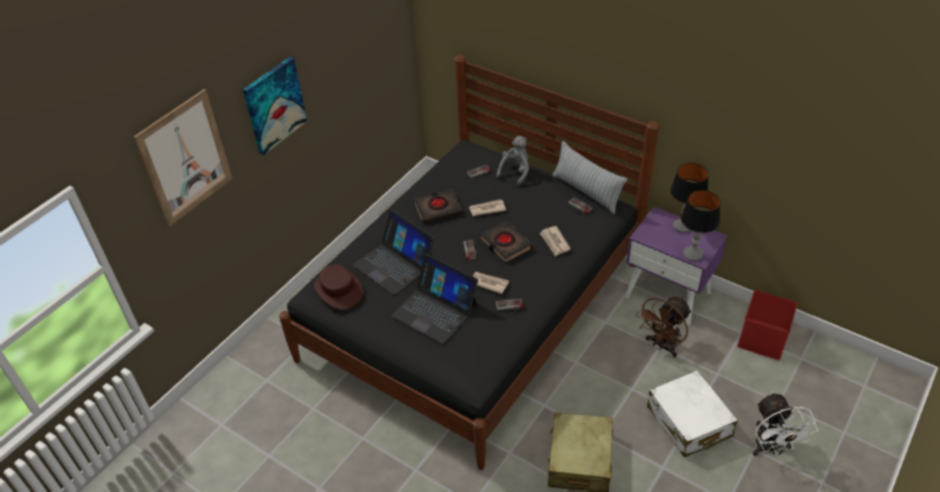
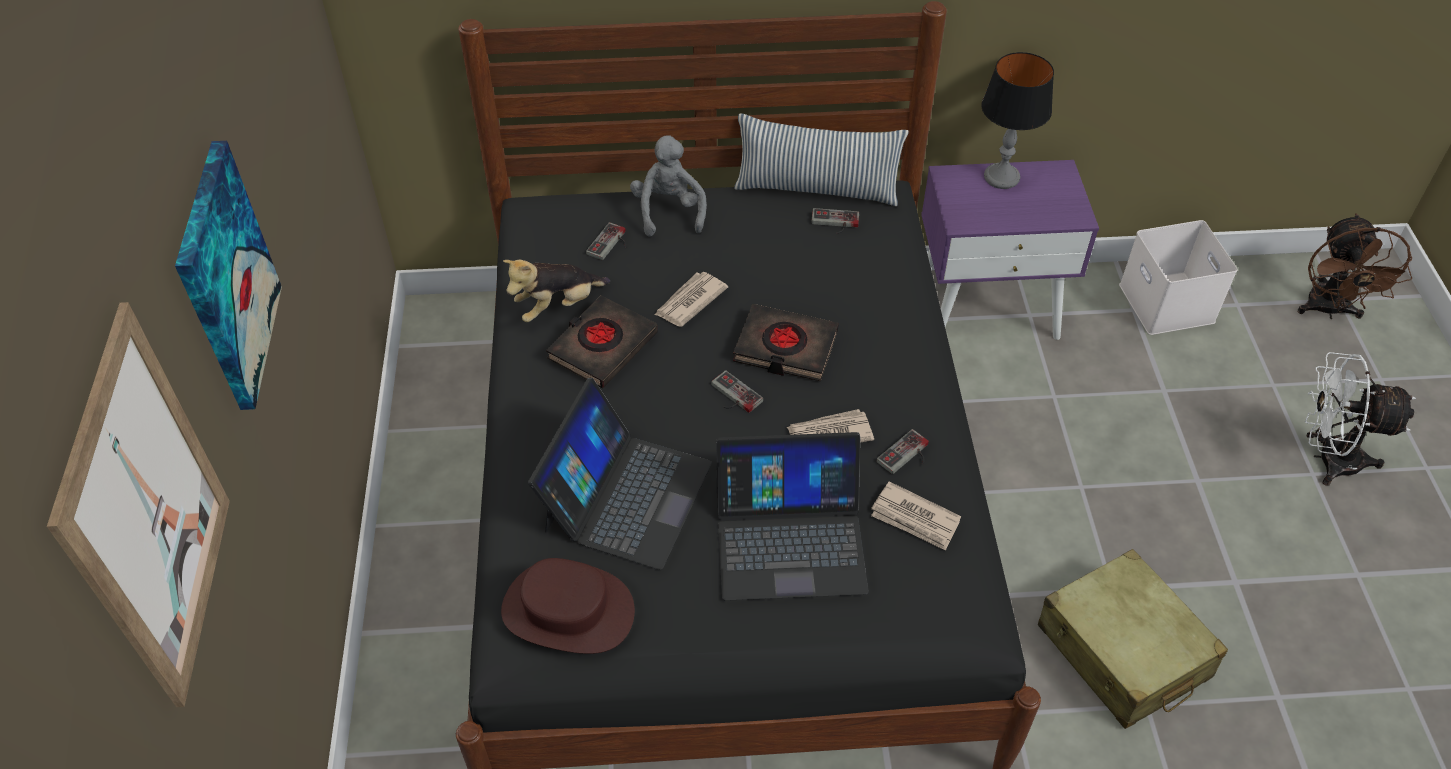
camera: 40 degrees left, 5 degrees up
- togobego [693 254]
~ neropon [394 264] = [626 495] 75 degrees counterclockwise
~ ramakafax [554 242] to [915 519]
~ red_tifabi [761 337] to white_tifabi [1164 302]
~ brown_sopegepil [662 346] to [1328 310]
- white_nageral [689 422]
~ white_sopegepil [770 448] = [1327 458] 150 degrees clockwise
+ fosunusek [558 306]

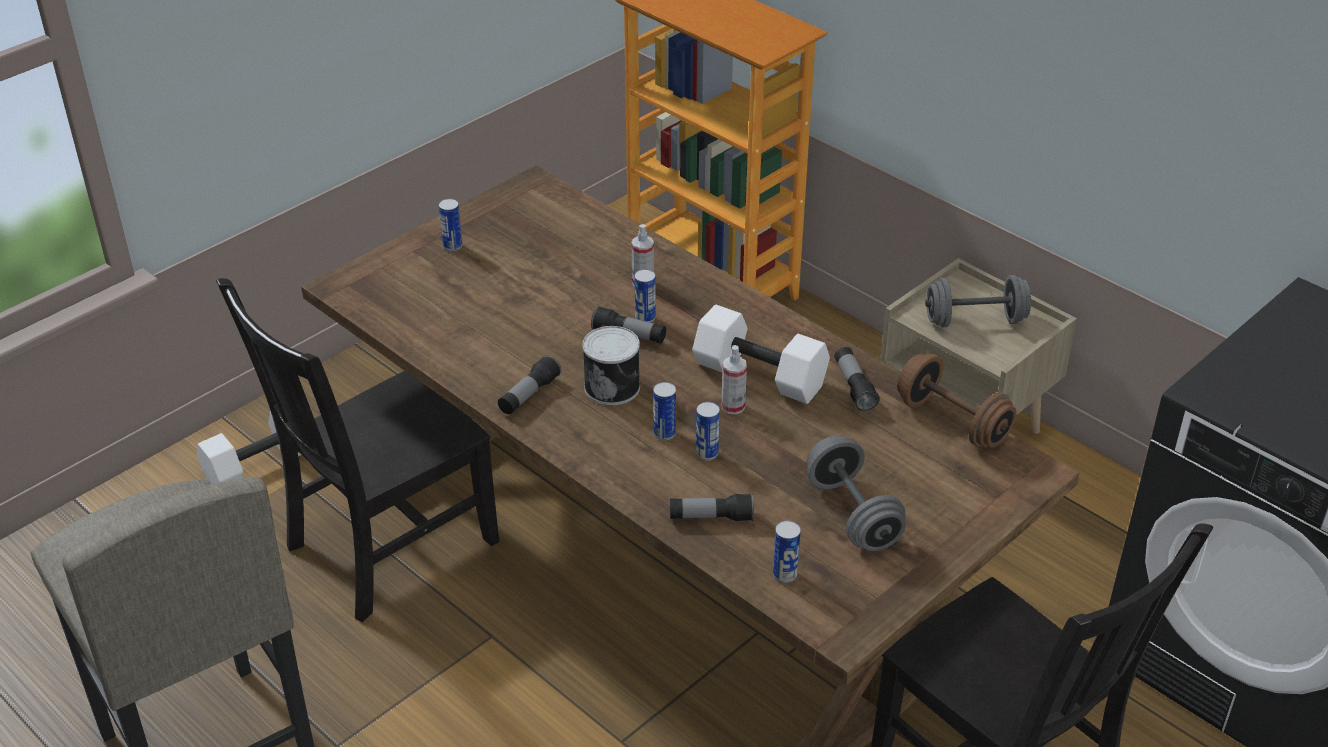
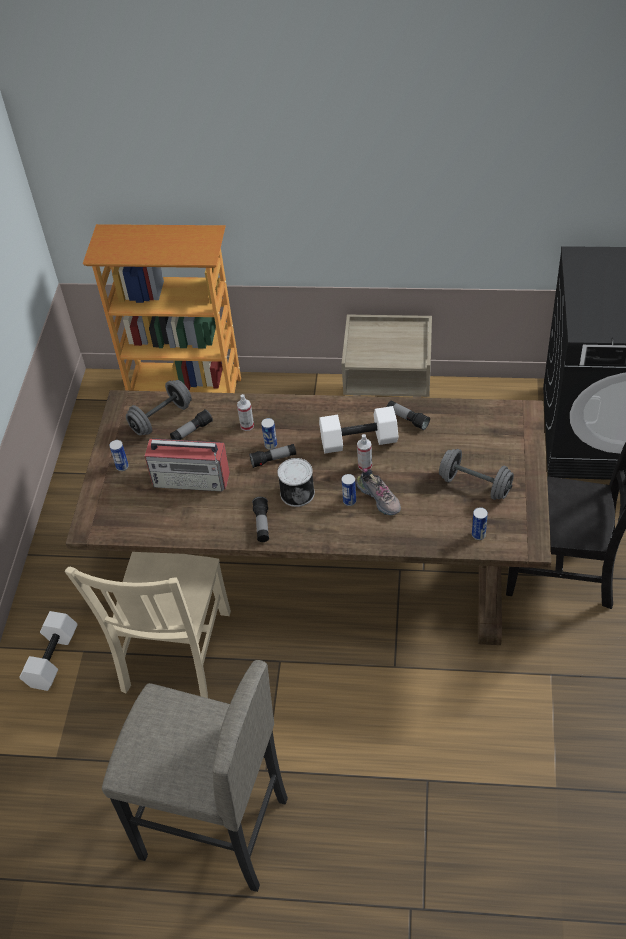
camera: 35 degrees left, 10 degrees up
~ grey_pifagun [975 320] to [161 418]
~ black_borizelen [386 547] to beige_borizelen [175 654]
- brown_pifagun [952 421]
~ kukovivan [707 454] to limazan [380 498]
~ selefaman [711 517] to [191 431]
+ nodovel [192 479]

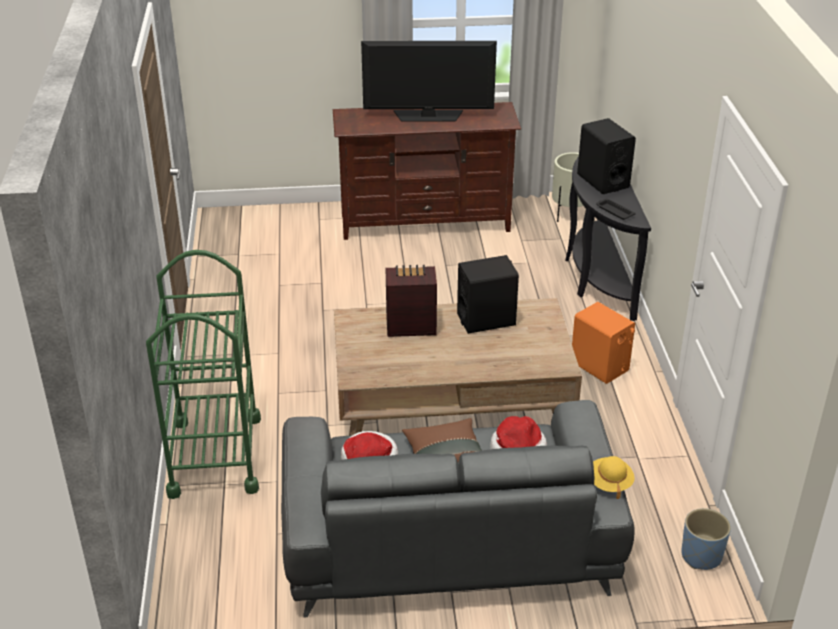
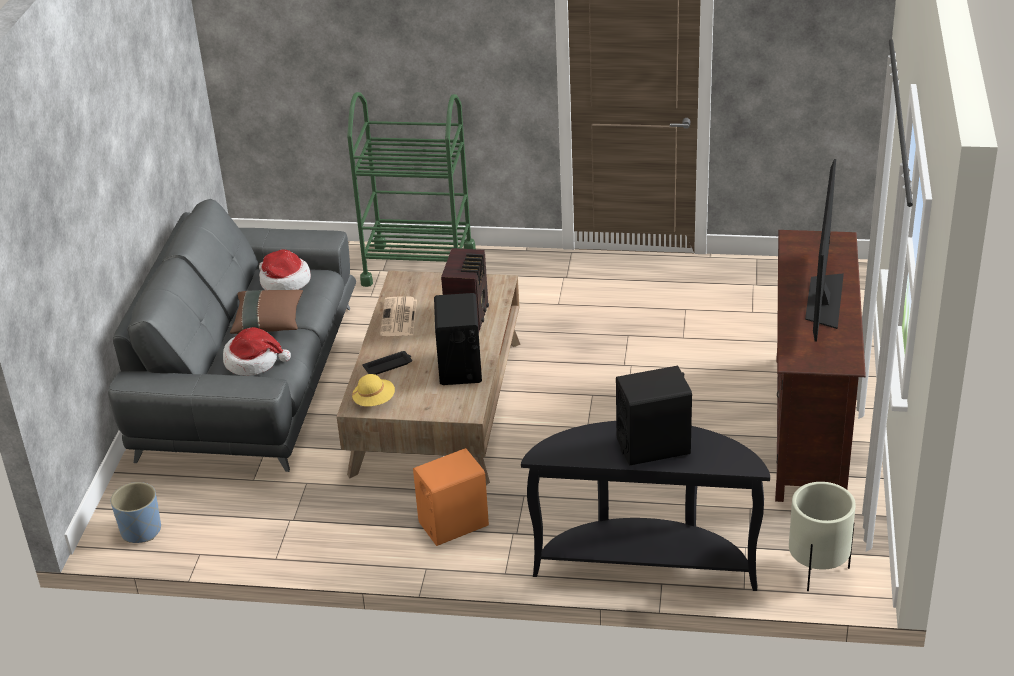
camera: 105 degrees right, 0 degrees up
~ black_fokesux [614 211] to [388 366]
~ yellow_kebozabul [609 483] to [374 401]
+ ramakafax [399 318]

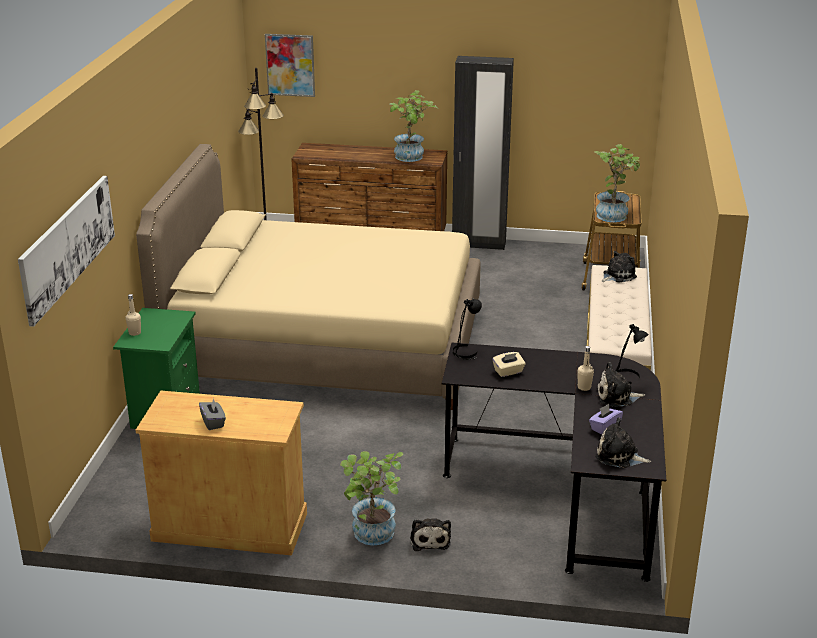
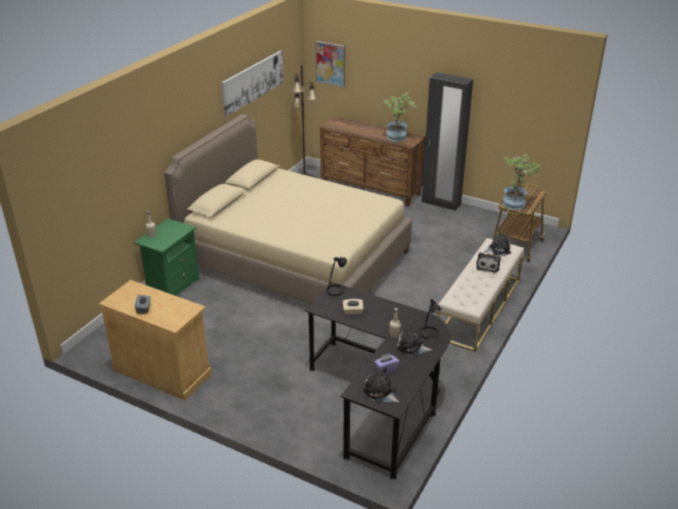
camera: 20 degrees right, 5 degrees up
~ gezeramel [68 246] to [253 82]
- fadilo [372 536]
~ fosunusek [430 539] to [488 266]

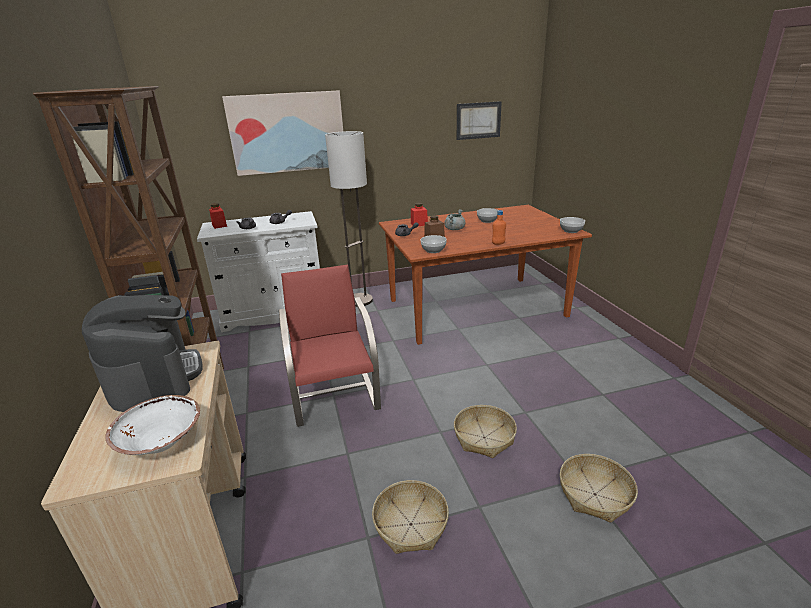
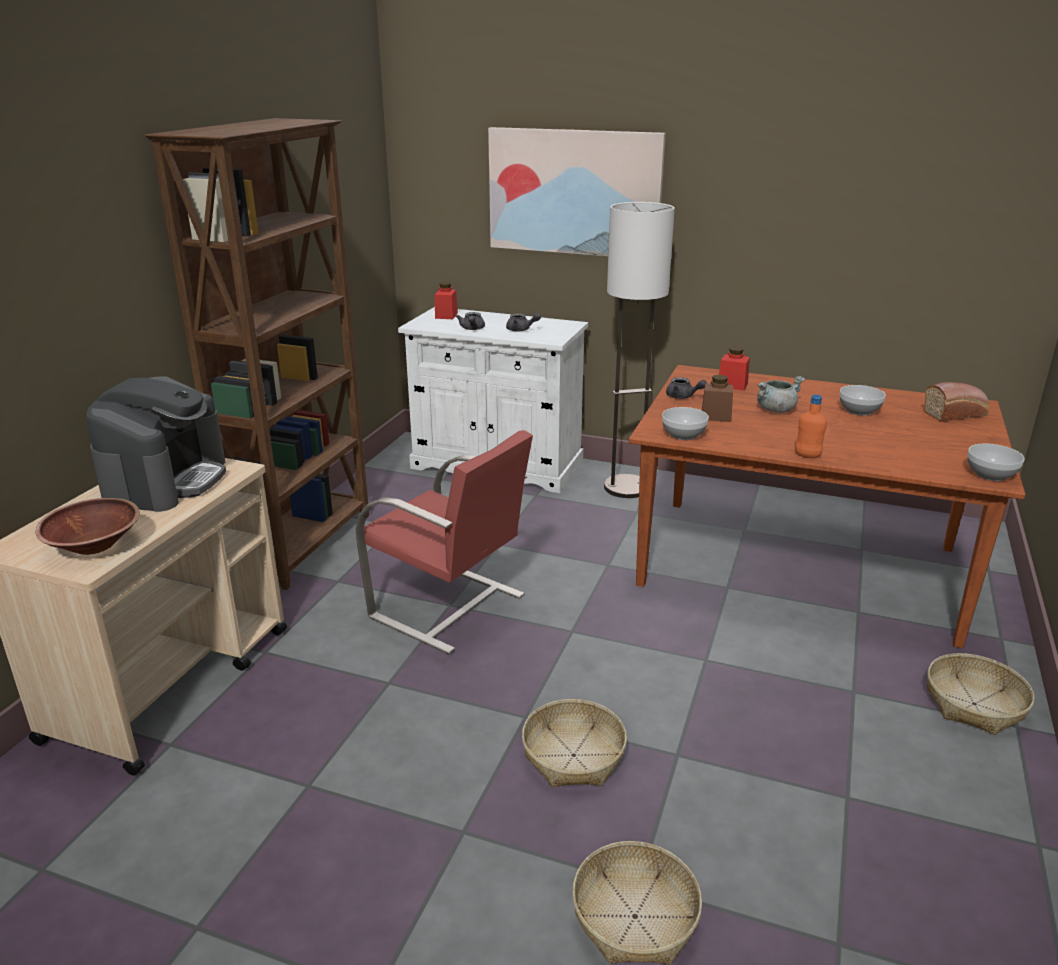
camera: 35 degrees right, 0 degrees up
- gezeramel [478 120]
~ red_borizelen [335 396] = [449 607] 105 degrees clockwise
~ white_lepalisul [161 441] to brown_lepalisul [94 545]
~ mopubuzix [411 524] to [974 704]
+ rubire [956 414]

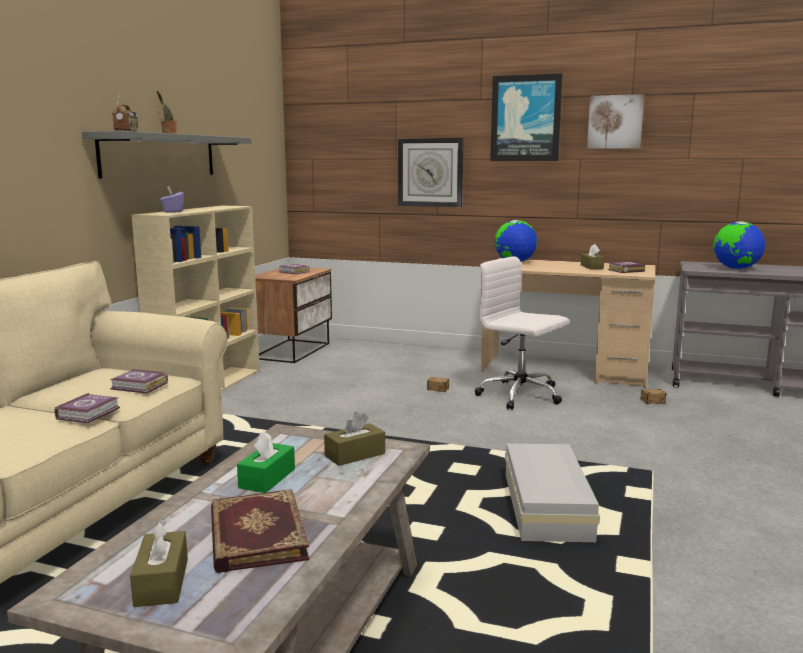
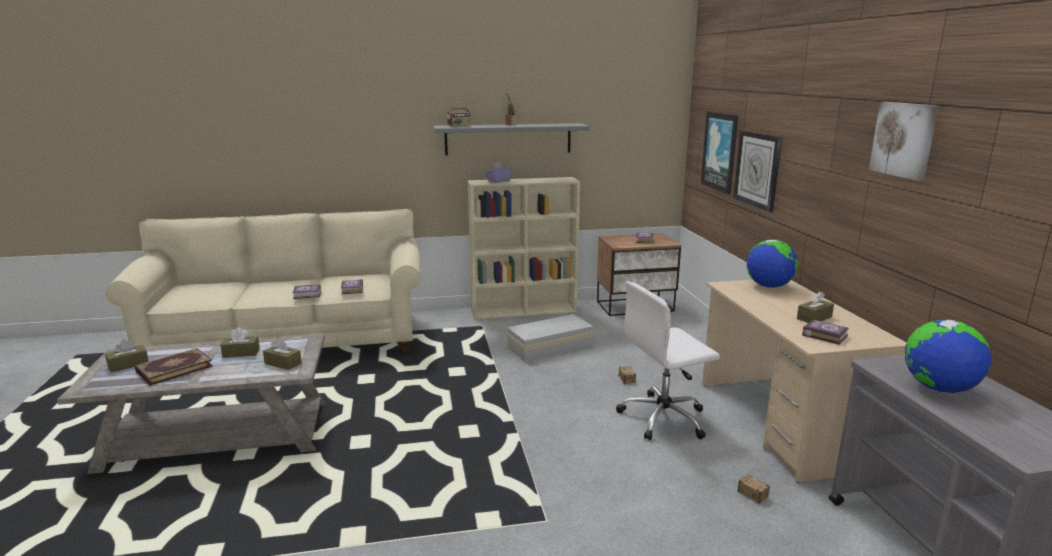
camera: 60 degrees right, 5 degrees up
~ gezeramel [525 118] to [720 151]
~ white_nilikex [521 395] = [664 418] 120 degrees counterclockwise
~ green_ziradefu [267 478] to brown_ziradefu [241 353]
~ white_tifabi [545 508] to [548 346]

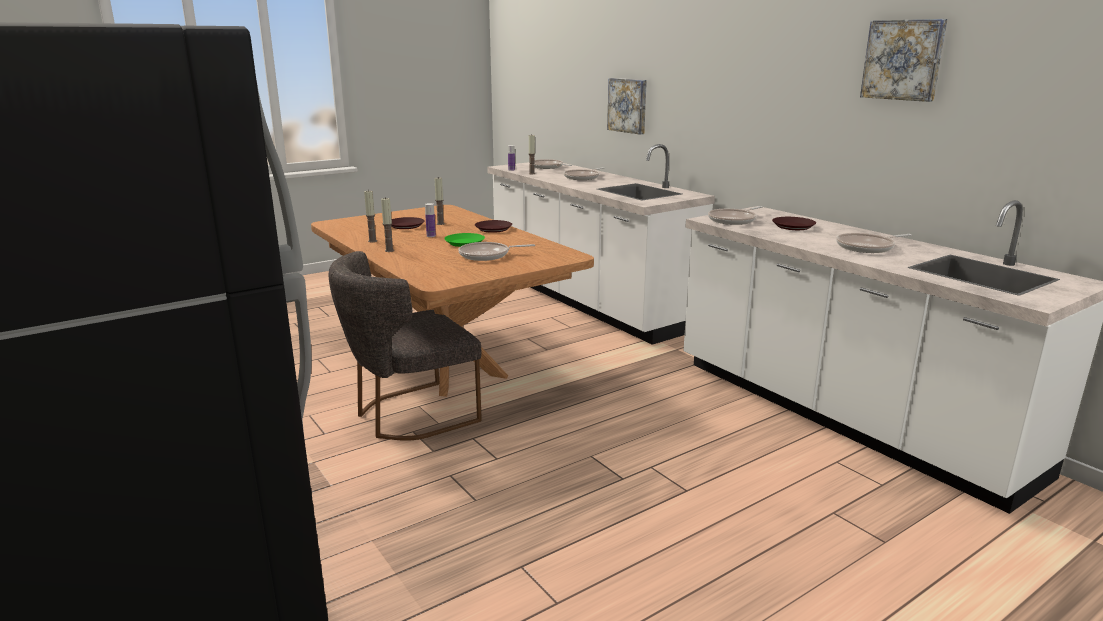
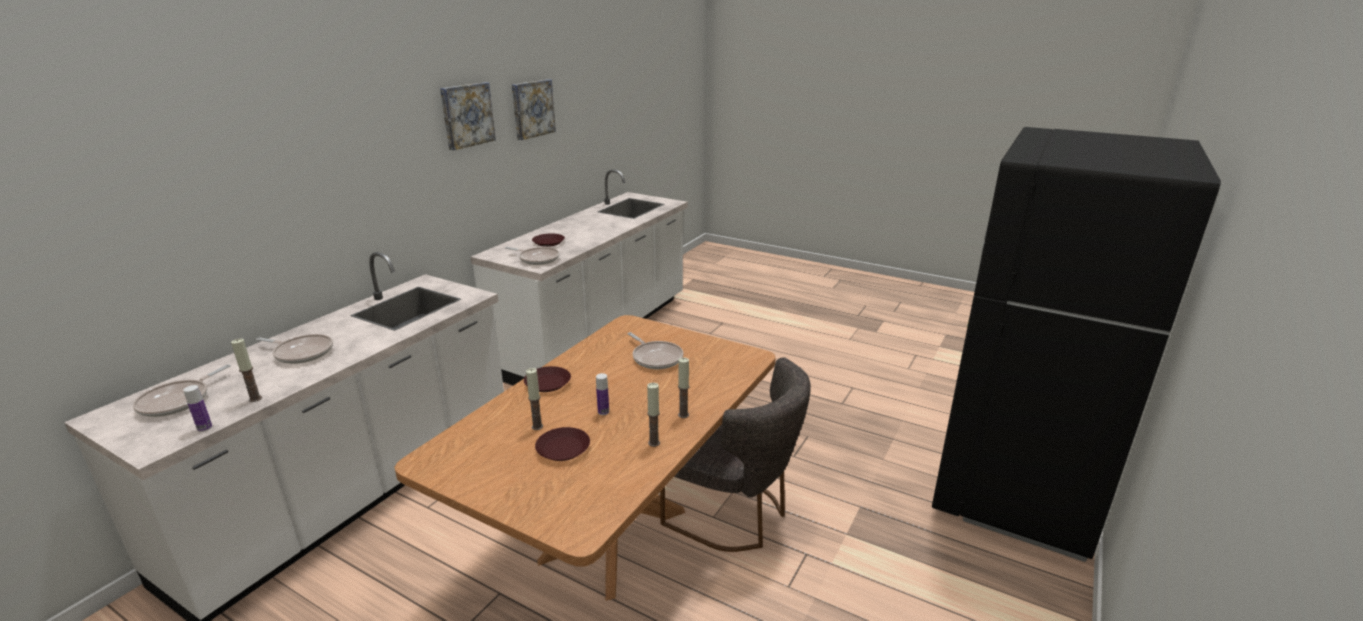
camera: 115 degrees left, 5 degrees up
~ gezeramel [628 105] to [466 115]
- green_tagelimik [464 243]
- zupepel [867 247]

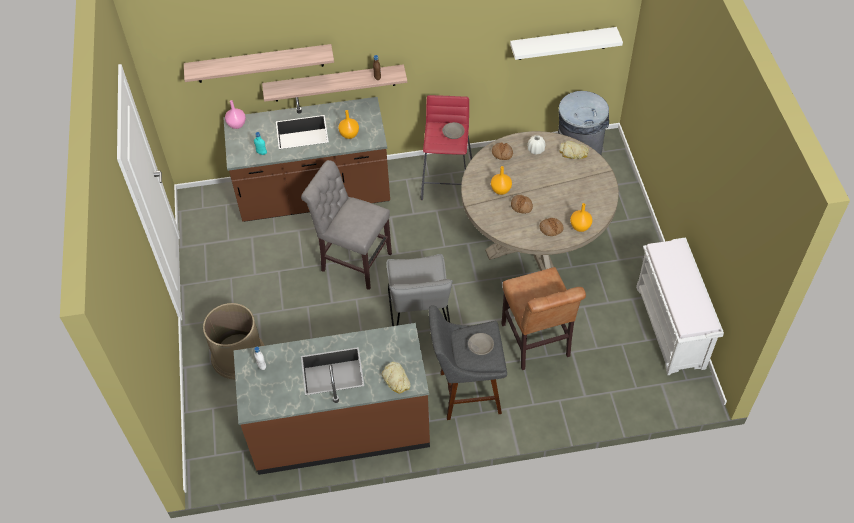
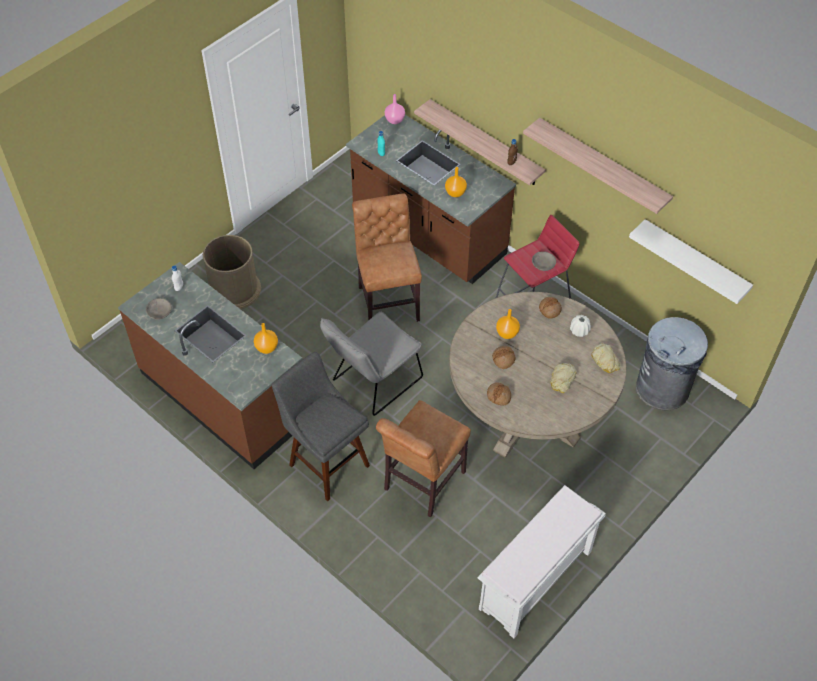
camera: 50 degrees right, 0 degrees up
~ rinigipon [259 63] to [602 166]
~ grey_borizelen [353 261] to brown_borizelen [387 300]
~ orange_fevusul [580 227] to [267 348]
~ grey_lepalisul [480 346] to [159 311]
~ rubire [396 380] to [562 379]

